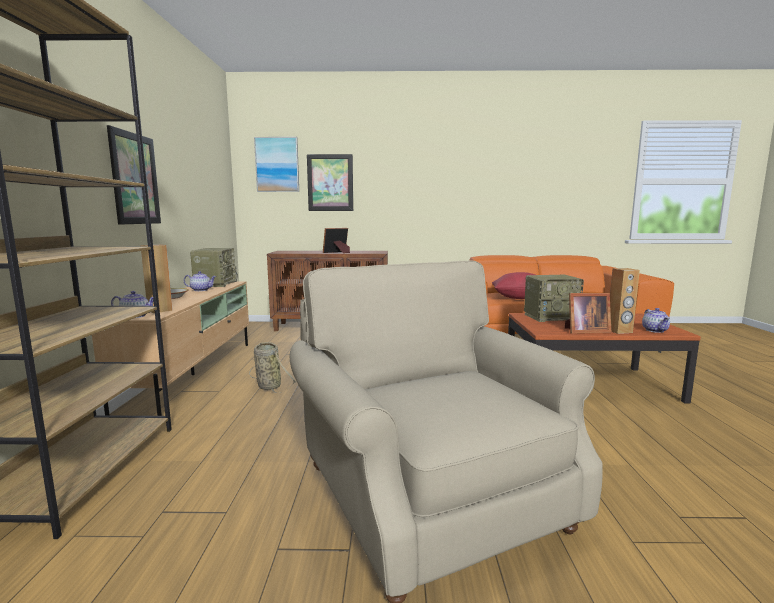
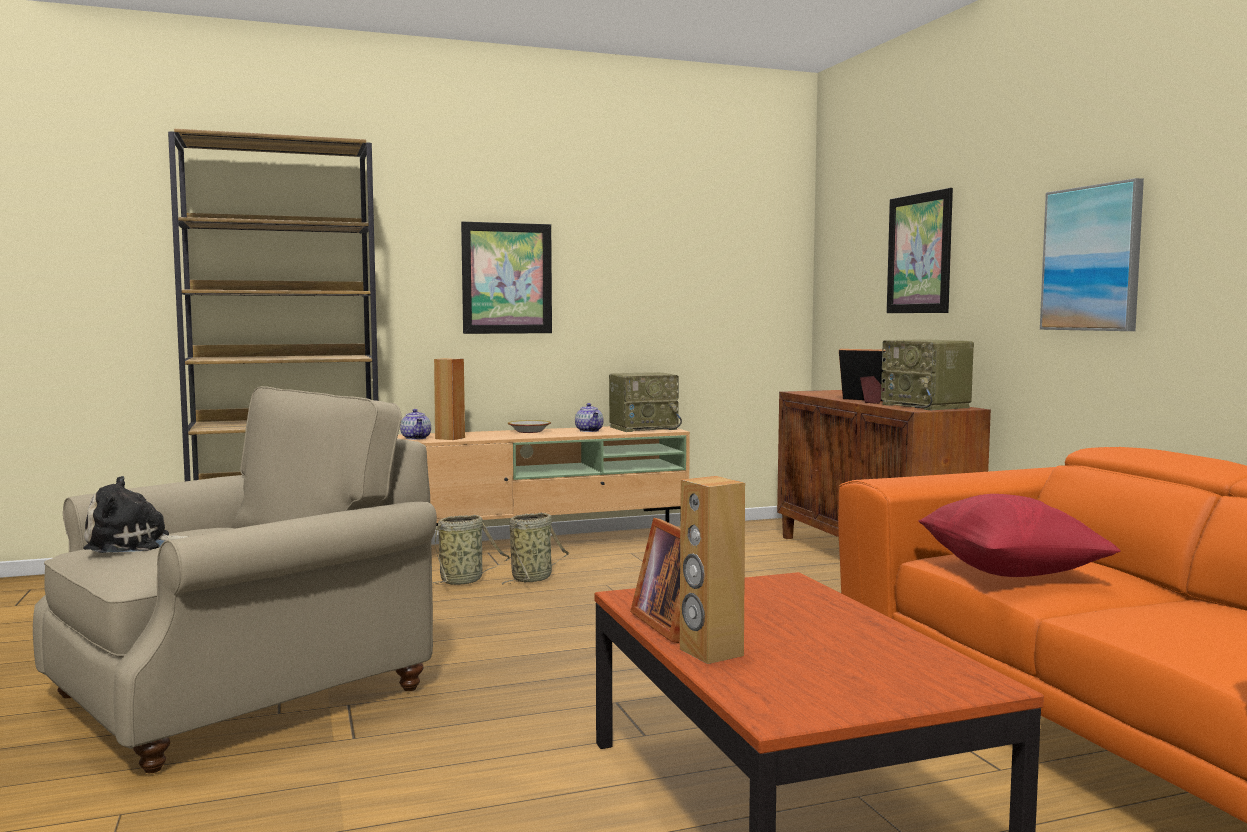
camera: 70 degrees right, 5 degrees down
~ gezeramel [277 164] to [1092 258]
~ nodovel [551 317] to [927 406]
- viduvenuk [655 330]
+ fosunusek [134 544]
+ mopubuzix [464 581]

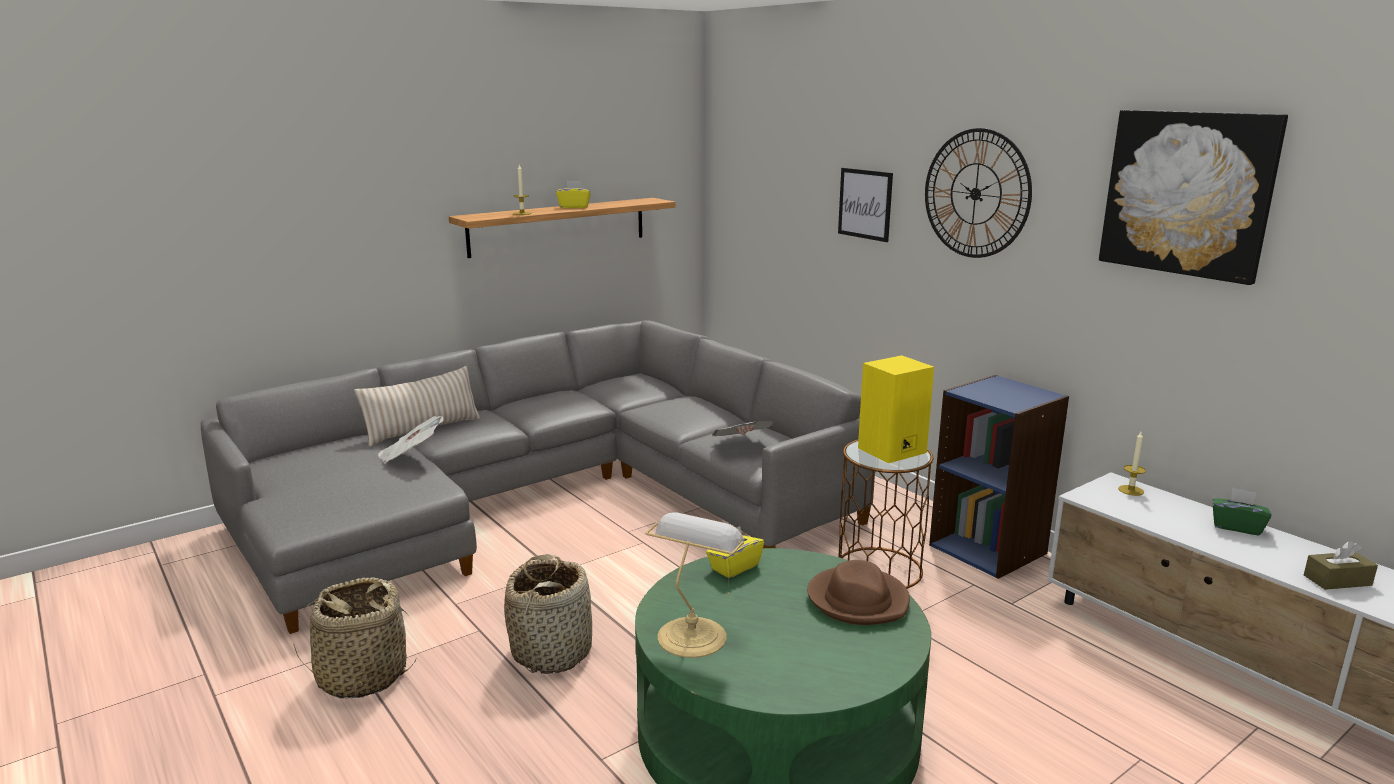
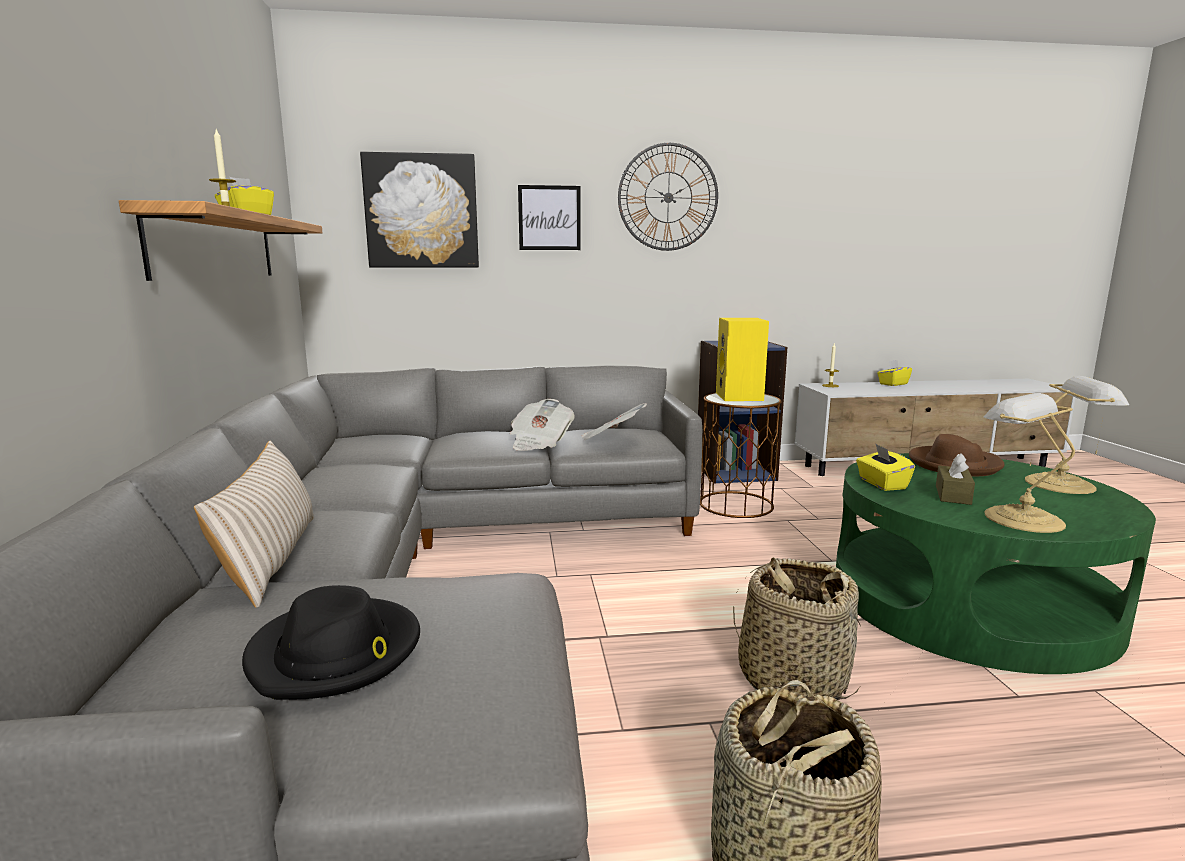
camera: 60 degrees left, 5 degrees down
~ gezeramel [1187 193] to [421 211]
~ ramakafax [411 456] to [539 443]
~ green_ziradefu [1236 527] to yellow_ziradefu [893 384]
~ brown_ziradefu [1337 580] to [953 495]
+ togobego [1063 484]
+ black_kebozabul [336 653]

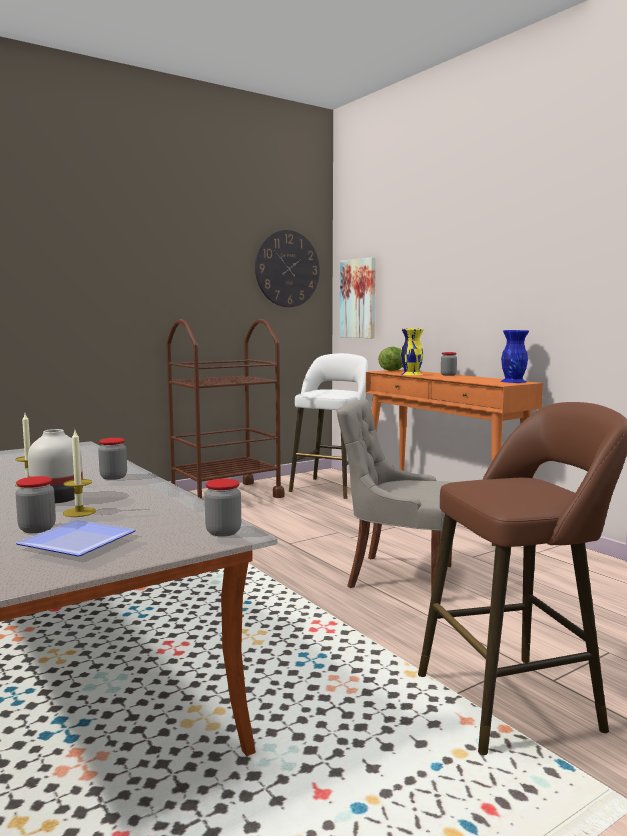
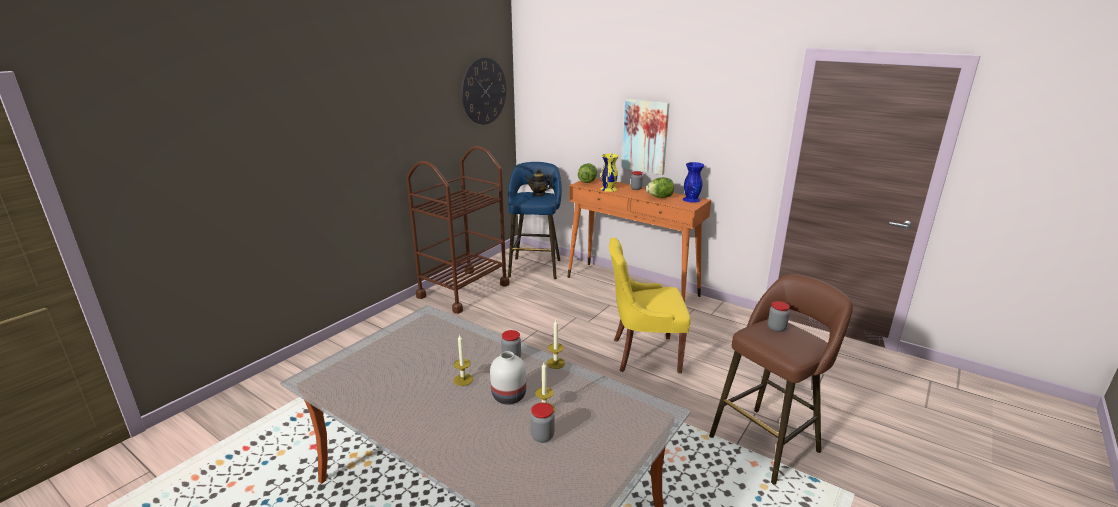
camera: 20 degrees left, 15 degrees up
~ gezeramel [358 298] to [645 136]
~ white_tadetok [331 487] to blue_tadetok [535 267]
~ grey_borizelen [397 576] to yellow_borizelen [643 354]
~ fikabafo [223 532] to [776 328]
- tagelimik [73 543]
+ viduvenuk [539 194]
+ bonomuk [660 197]
+ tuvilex [555 363]

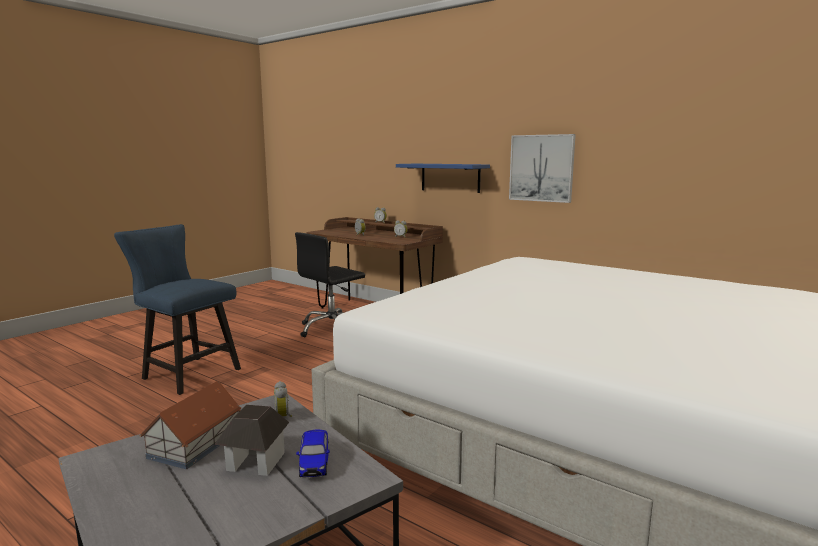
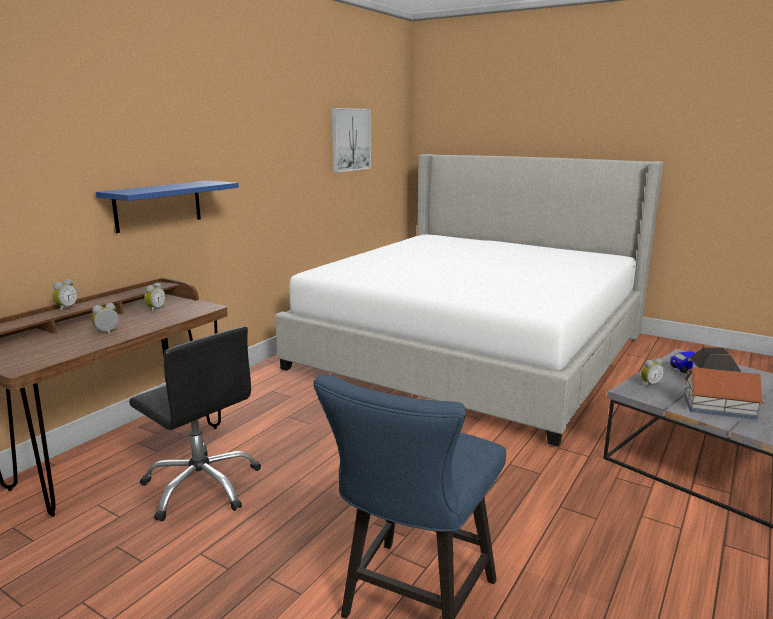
camera: 95 degrees left, 5 degrees up
~ gezeramel [541 168] to [350 139]

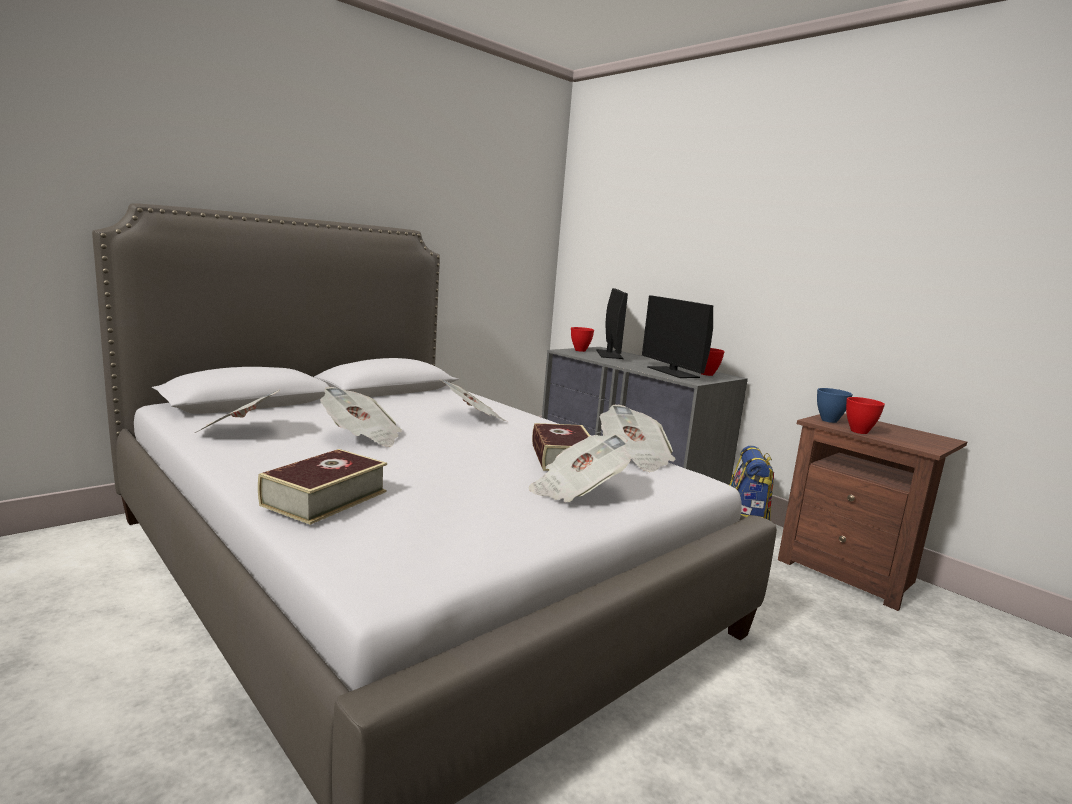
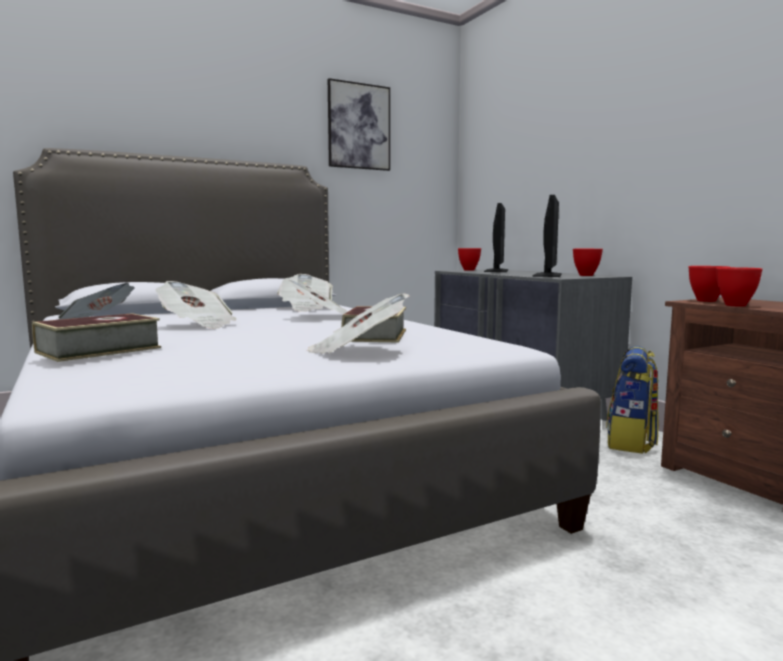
camera: 15 degrees right, 5 degrees down
~ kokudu [672 372] = [547 275] 150 degrees counterclockwise
~ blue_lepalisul [829 420] to red_lepalisul [707 301]
~ ramakafax [634 458] to [306 308]
+ gezeramel [359 126]

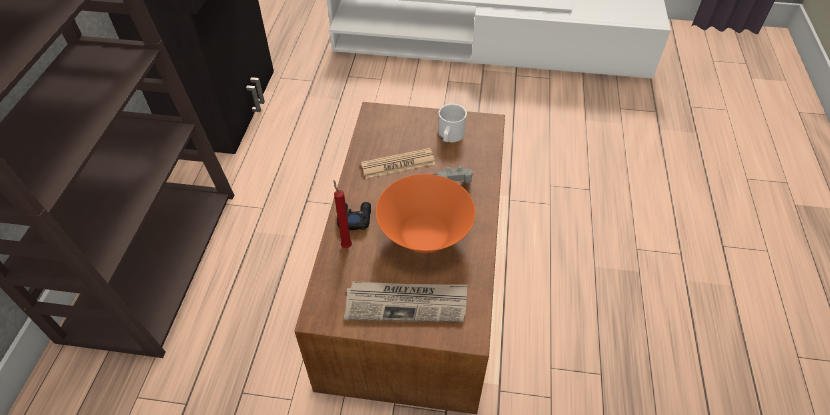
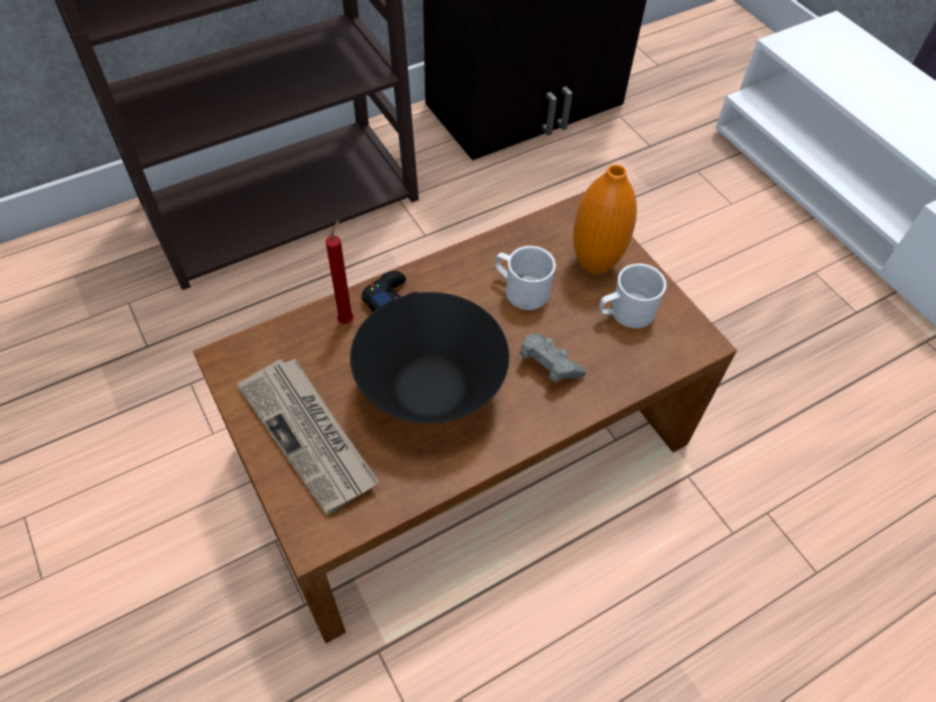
camera: 50 degrees right, 5 degrees up
~ ramakafax [398 164] to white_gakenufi [520 289]
~ orange_lepalisul [425 235] to black_lepalisul [431 389]
+ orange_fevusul [594 264]

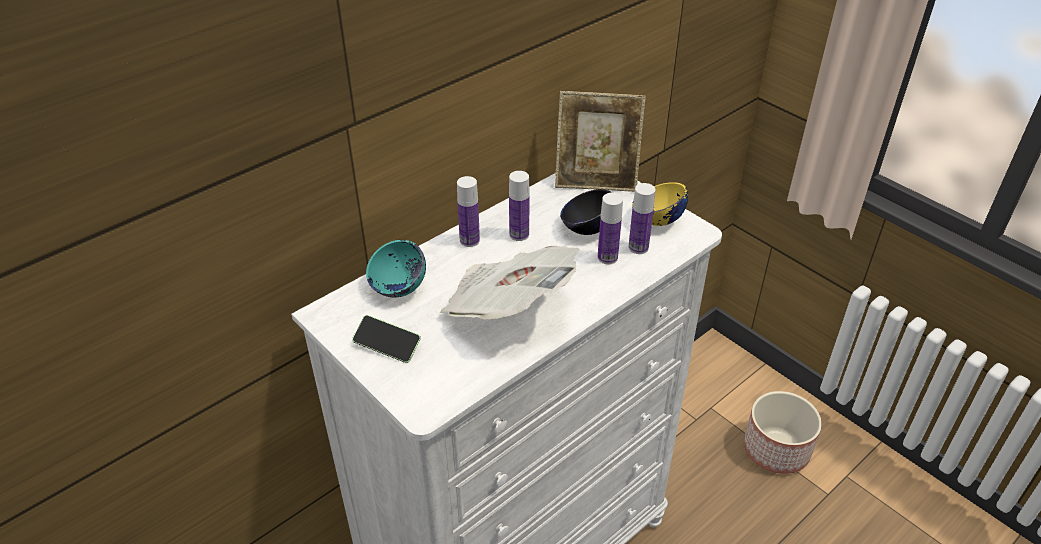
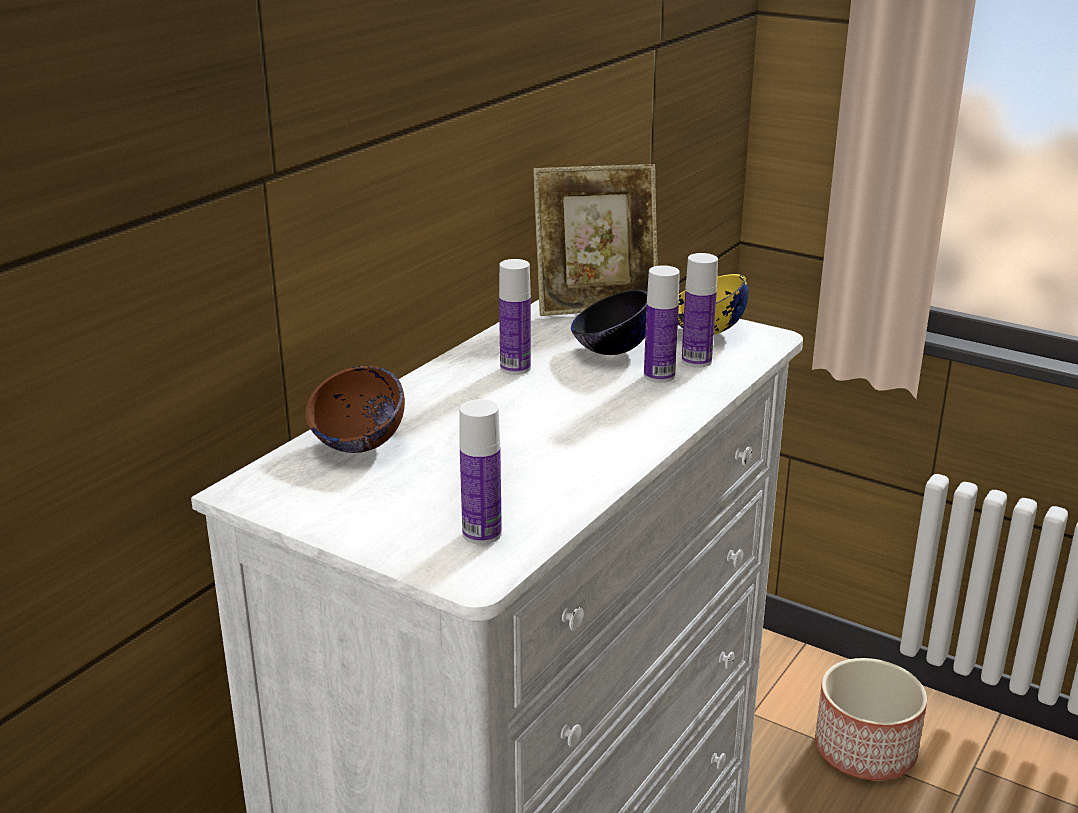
camera: 15 degrees left, 15 degrees down
~ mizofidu [469 240] to [482 534]
~ turquoise_lepalisul [398 288] to brown_lepalisul [358 445]
- ramakafax [508 307]
- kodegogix [387 345]

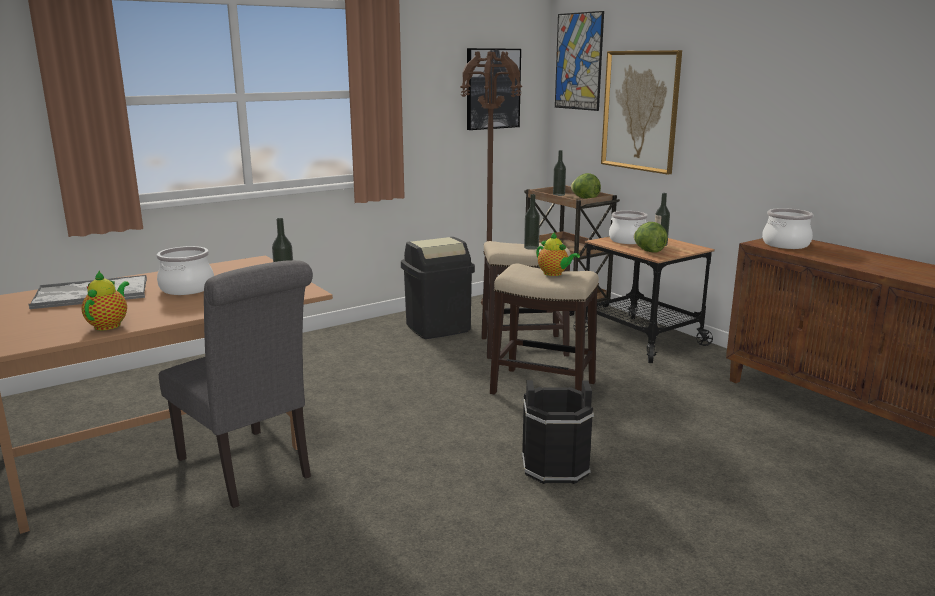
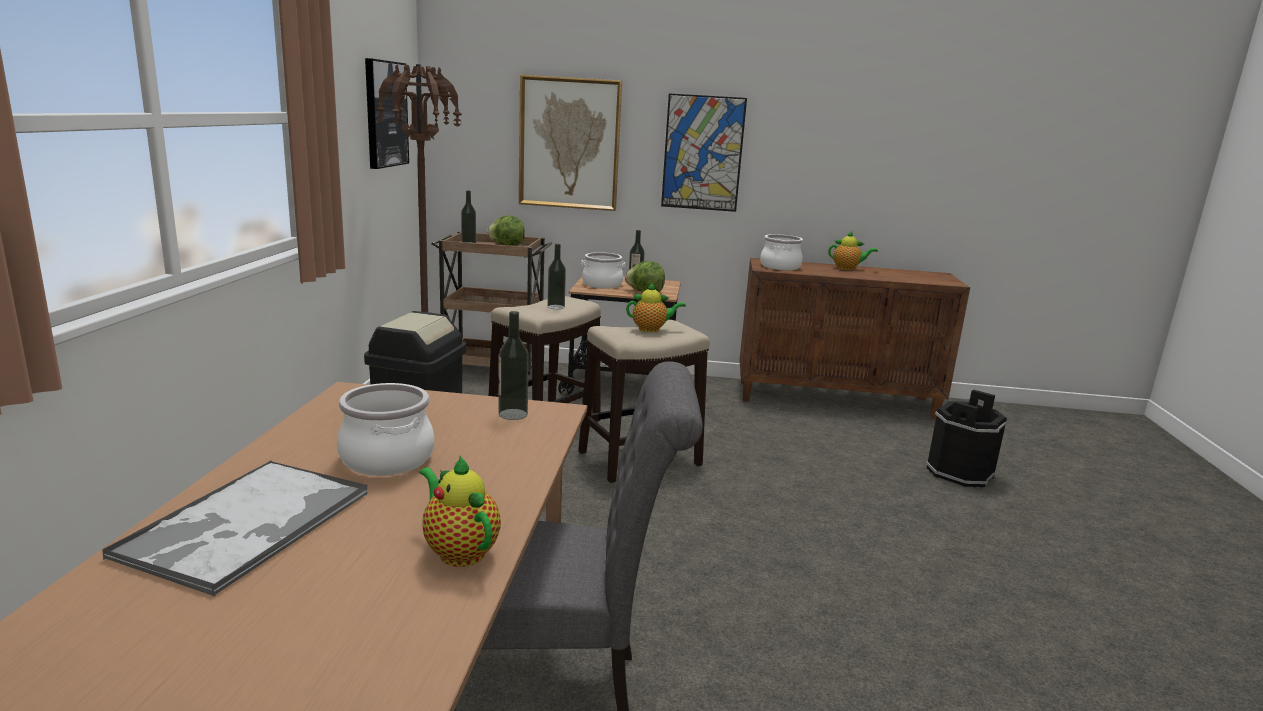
camera: 50 degrees left, 0 degrees up
~ gezeramel [578 61] to [703 153]
~ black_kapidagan [555 466] to [960 473]
+ viduvenuk [847 268]

